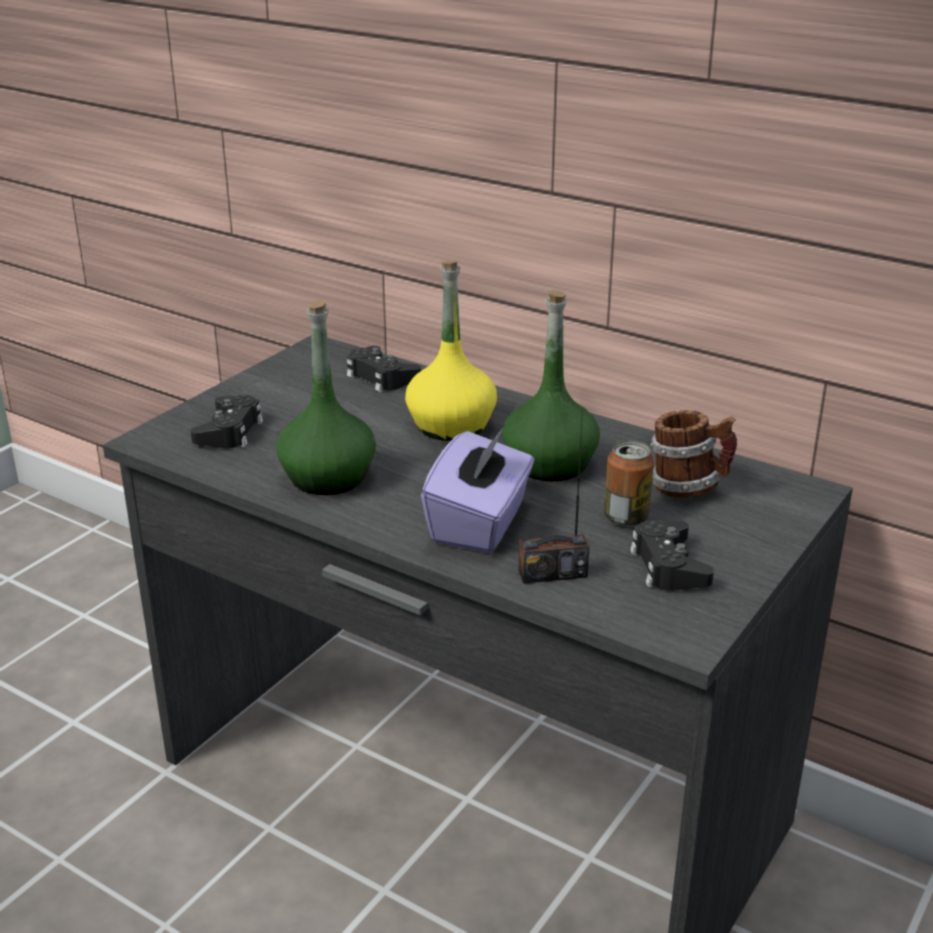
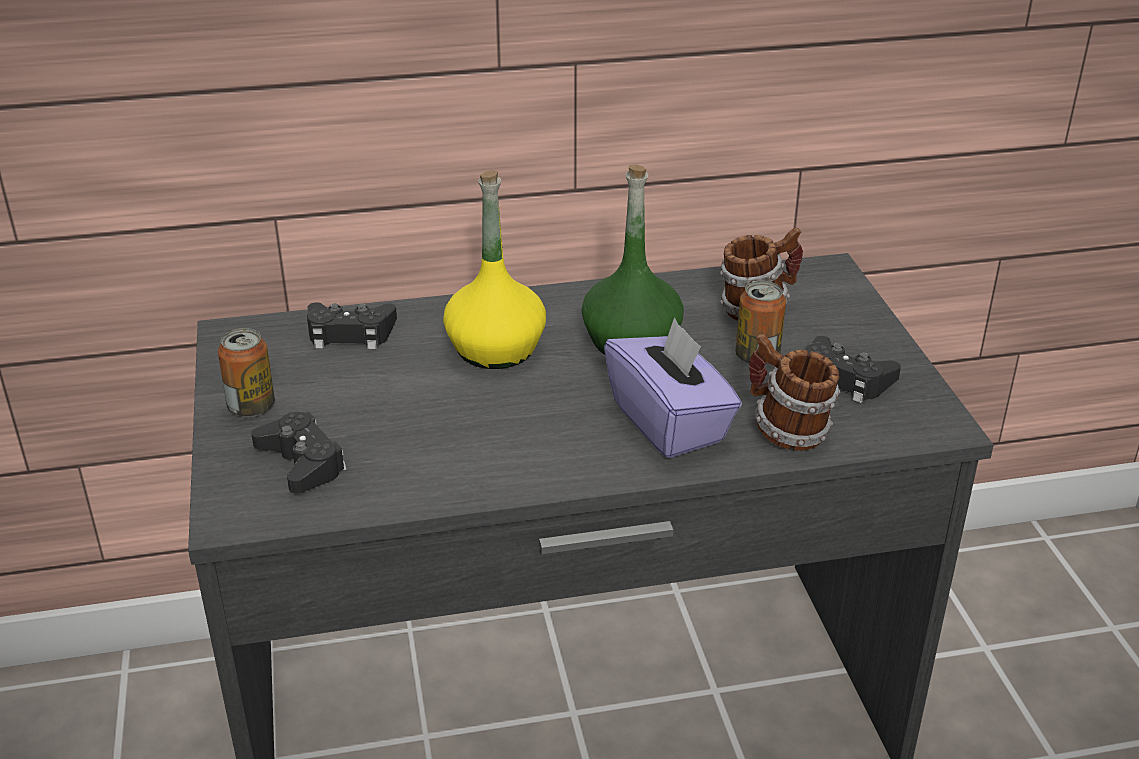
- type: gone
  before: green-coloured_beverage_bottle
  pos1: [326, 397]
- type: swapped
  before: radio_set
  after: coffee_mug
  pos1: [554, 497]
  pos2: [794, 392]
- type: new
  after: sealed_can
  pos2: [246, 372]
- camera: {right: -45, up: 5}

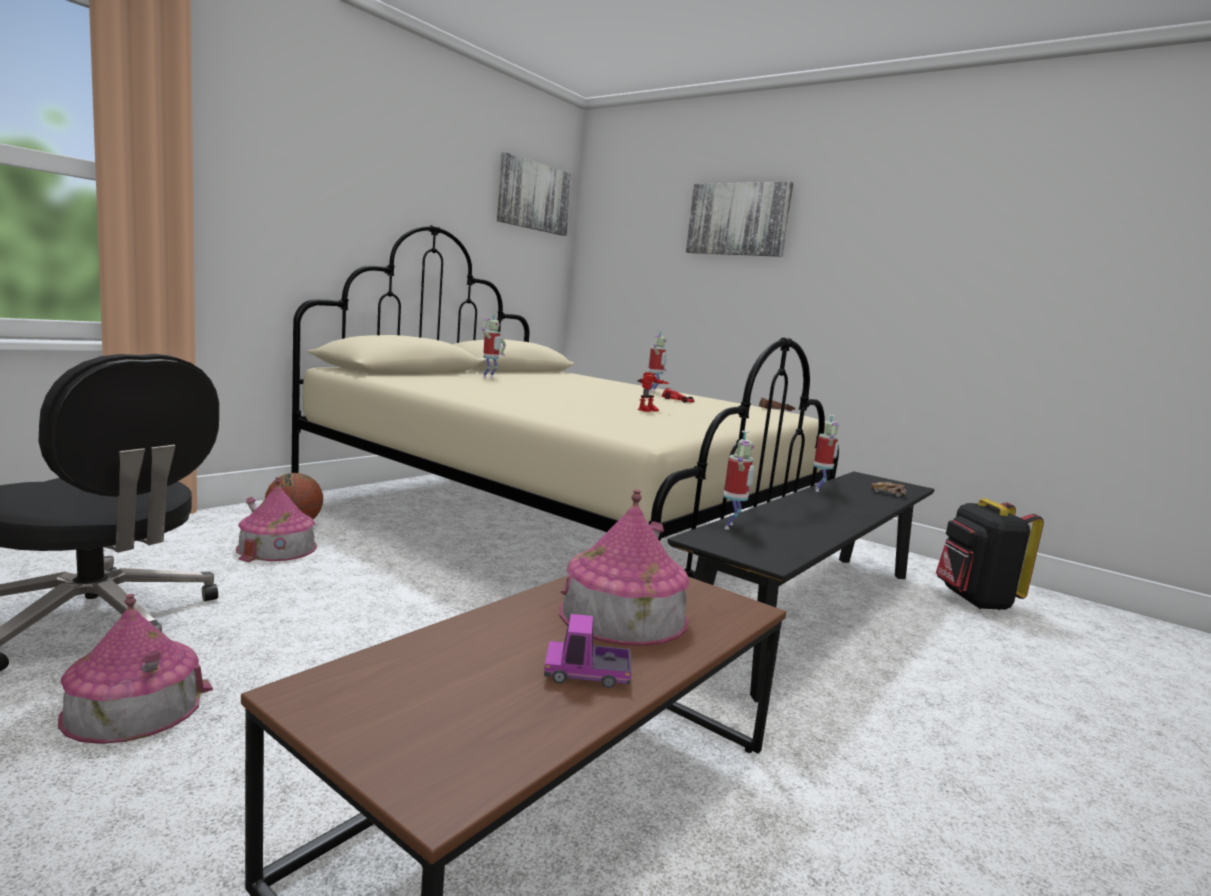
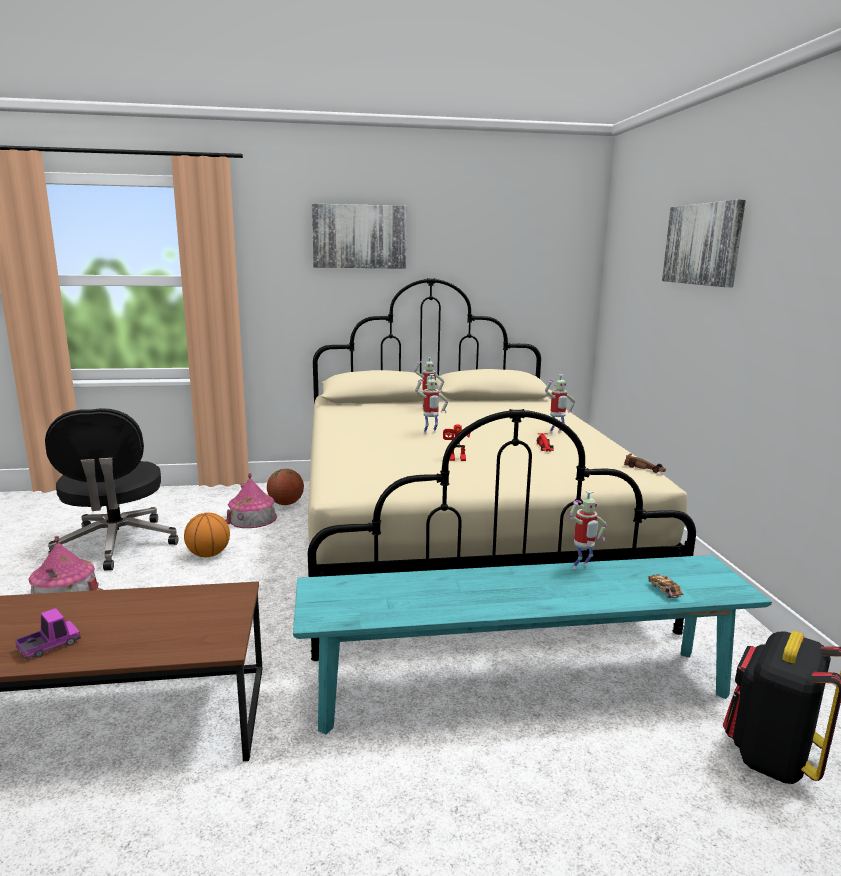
- type: shifted
  before: picture
  pos1: [534, 194]
  pos2: [359, 236]
- type: shifted
  before: model_robot
  pos1: [739, 480]
  pos2: [431, 404]
- type: repainted
  before: black-coloured_bench
  after: turquoise-coloured_bench
  pos1: [801, 587]
  pos2: [532, 645]
- type: gone
  before: model_house
  pos1: [624, 567]
- type: rotated
  before: model_truck
  pos1: [587, 651]
  pos2: [48, 633]
  turn: 90
- type: new
  after: ball_for_basketball
  pos2: [207, 534]
- camera: {right: 45, up: 5}

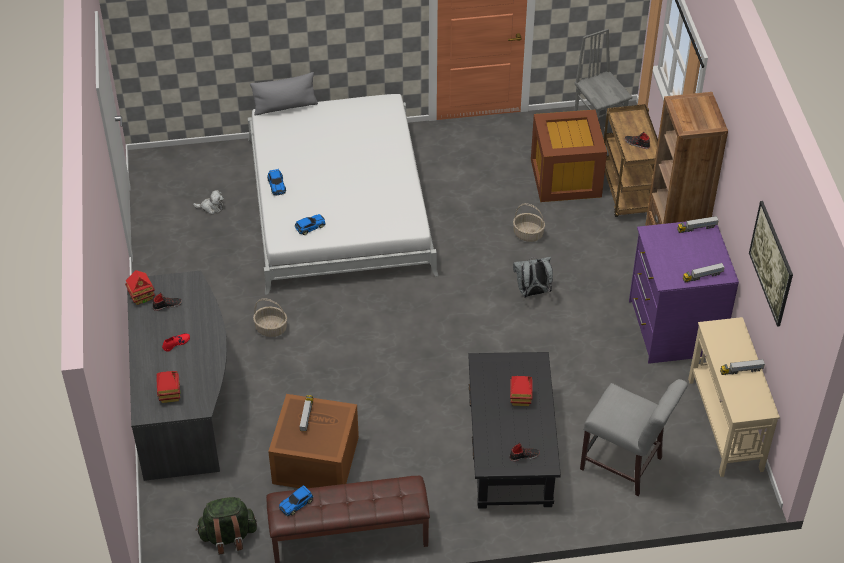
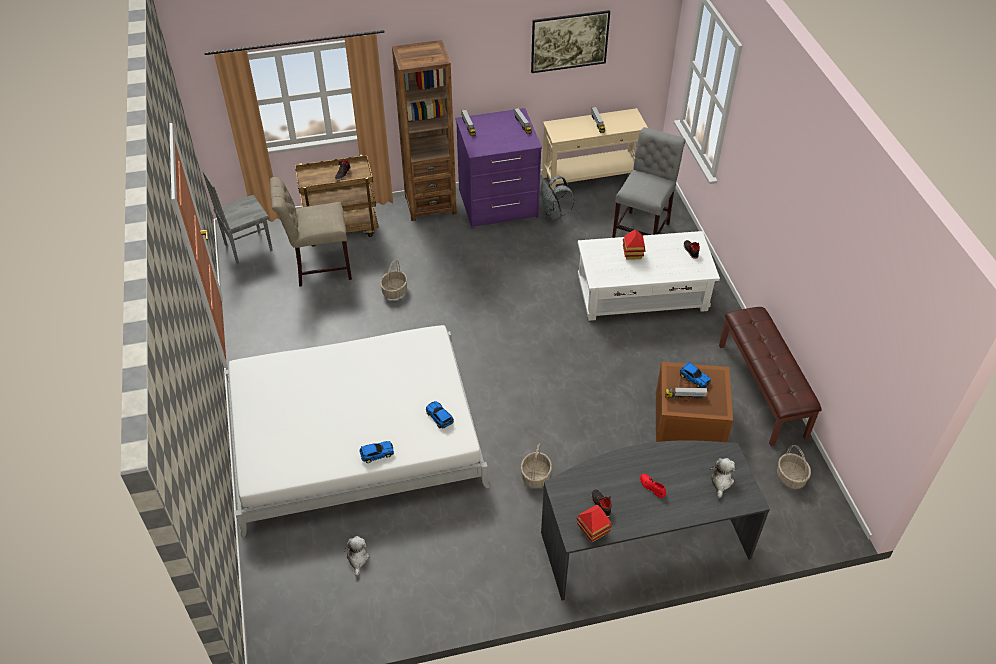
- type: gone
  before: gray_cushion
  pos1: [284, 93]
- type: swapped
  before: brown-coloured_storage_container
  after: sand-coloured_plain_chair
  pos1: [569, 156]
  pos2: [311, 232]
- type: shifted
  before: gray_backpack
  pos1: [533, 277]
  pos2: [557, 198]
- type: repainted
  before: black-coloured_lounge_table
  after: white-coloured_lounge_table
  pos1: [514, 430]
  pos2: [649, 276]
- type: swapped
  before: model_house
  after: cuddly_toy
  pos1: [168, 387]
  pos2: [722, 478]
- type: shifted
  before: model_car
  pos1: [296, 501]
  pos2: [695, 374]
- type: swapped
  before: green-coloured_backpack
  after: basket
  pos1: [226, 525]
  pos2: [794, 467]
- camera: {right: -95, up: 0}

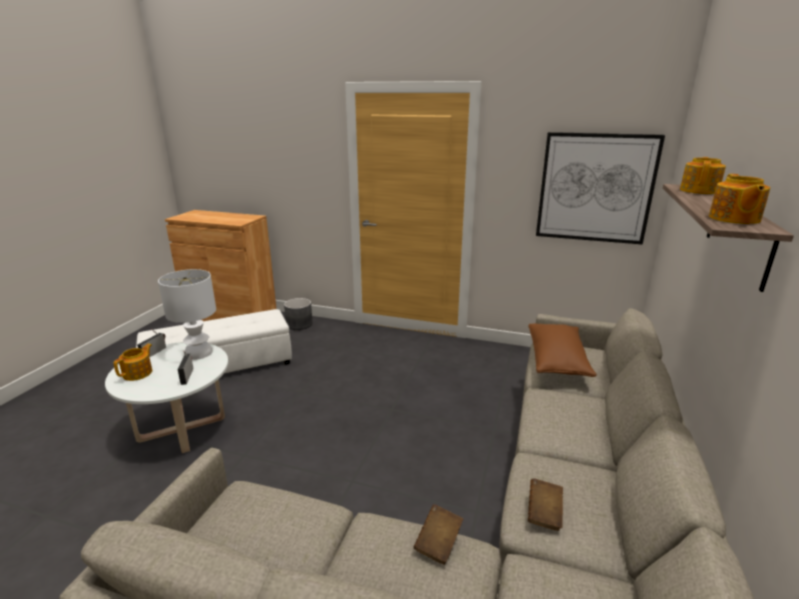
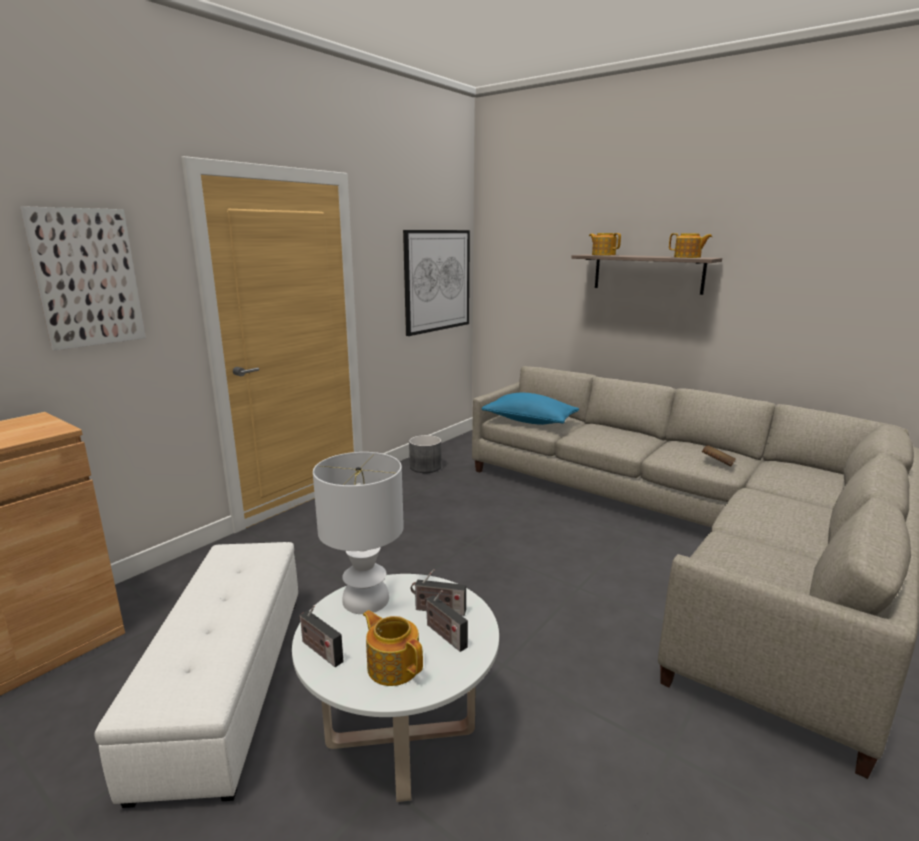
- type: shifted
  before: gray_plant_pot
  pos1: [298, 314]
  pos2: [425, 454]
- type: repainted
  before: brown-coloured_cushion
  after: blue_cushion
  pos1: [562, 350]
  pos2: [530, 409]
- type: gone
  before: brown-coloured_bound_book
  pos1: [438, 534]
- type: new
  after: picture
  pos2: [83, 278]
- type: new
  after: radio_set
  pos2: [446, 621]
- camera: {right: -70, up: -5}

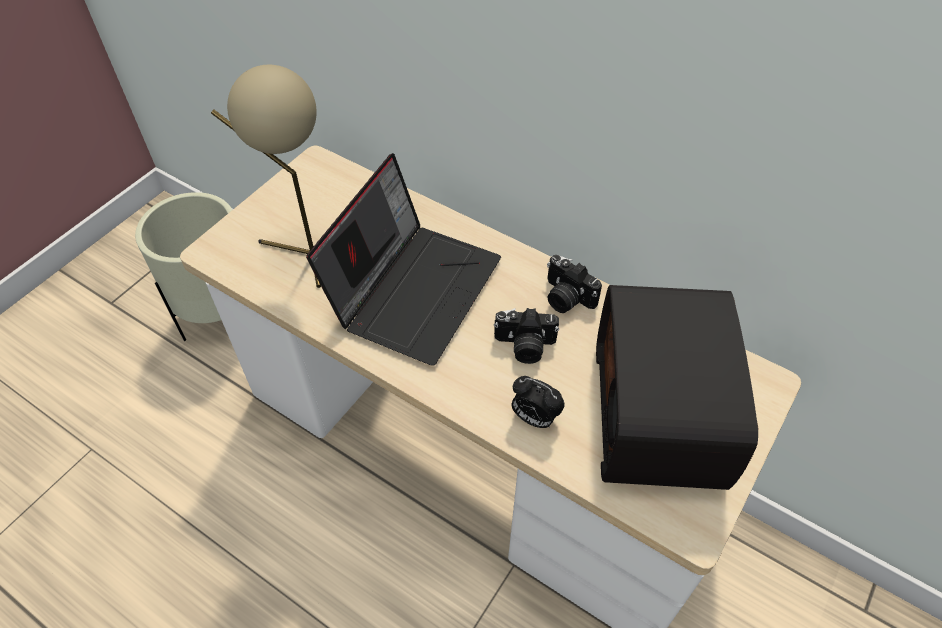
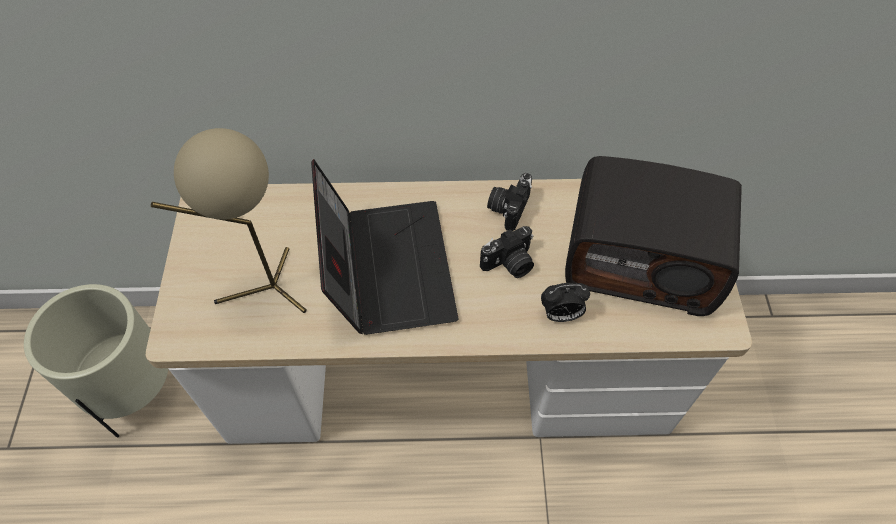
- type: rotated
  before: photo_camera
  pos1: [574, 284]
  pos2: [509, 202]
  turn: 105
- type: rotated
  before: radio_set
  pos1: [677, 387]
  pos2: [653, 236]
  turn: -45
- camera: {right: -35, up: 5}

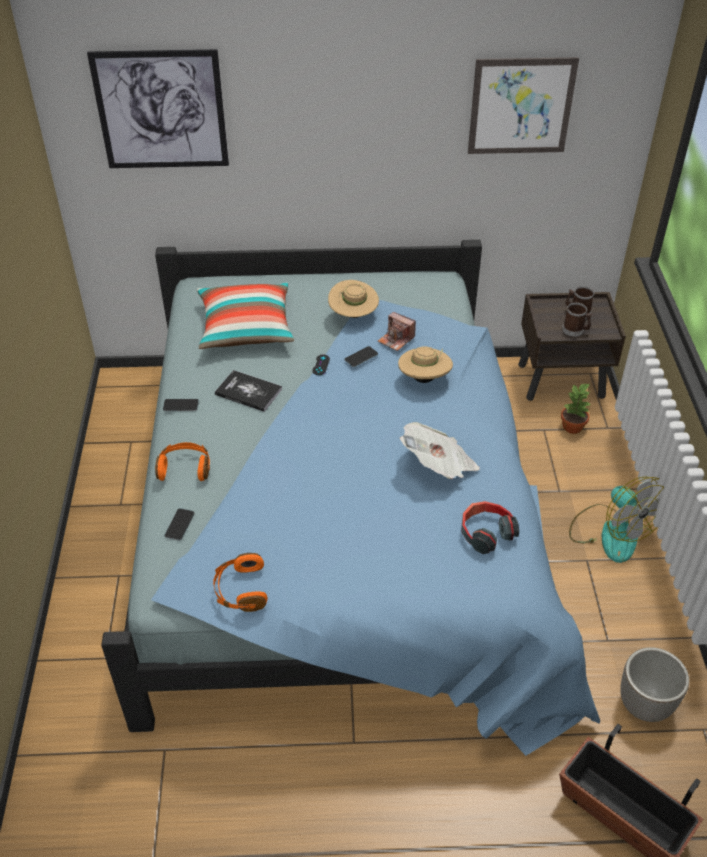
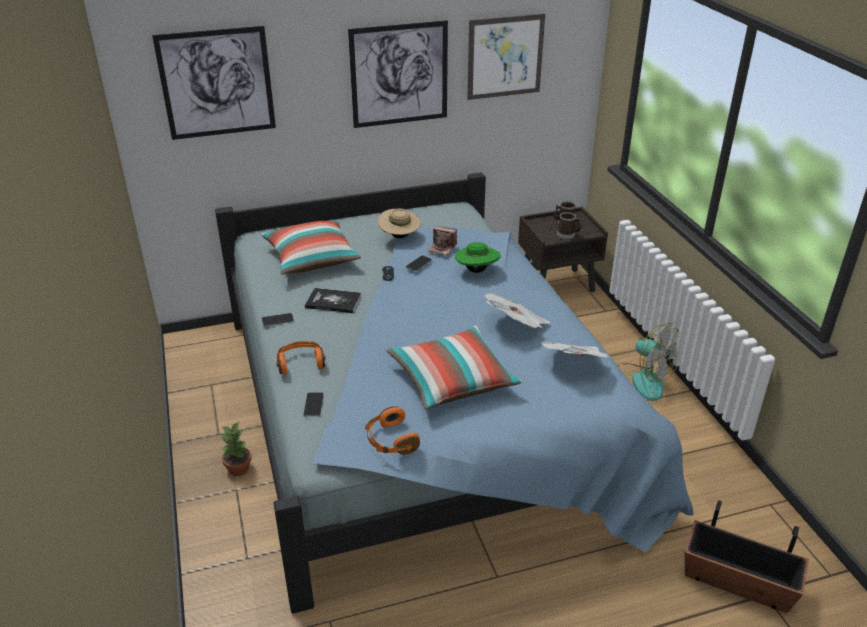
- type: repainted
  before: sand-coloured_clothing_hat
  after: green-coloured_clothing_hat
  pos1: [425, 365]
  pos2: [478, 257]
- type: shifted
  before: plant_in_a_pot
  pos1: [575, 408]
  pos2: [236, 448]
- type: swapped
  before: pair_of_headphones
  after: newspaper
  pos1: [490, 527]
  pos2: [575, 349]
- type: gone
  before: plant_pot
  pos1: [654, 684]
- type: new
  after: picture
  pos2: [398, 74]
- type: new
  after: cushion
  pos2: [454, 368]
- camera: {right: -15, up: -10}

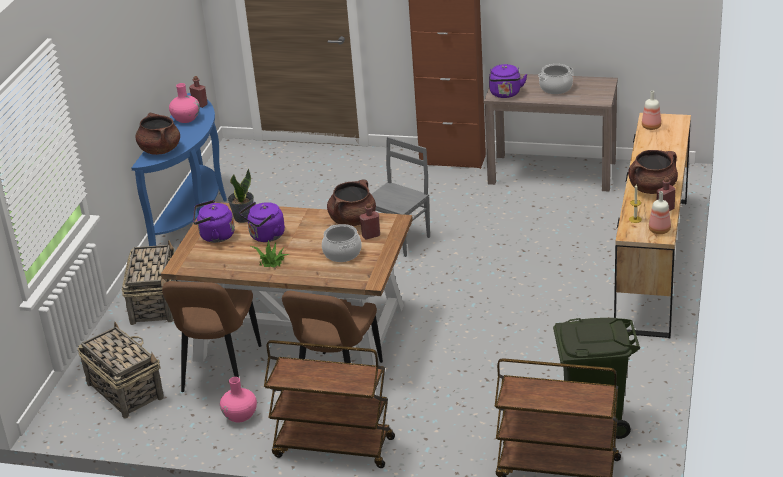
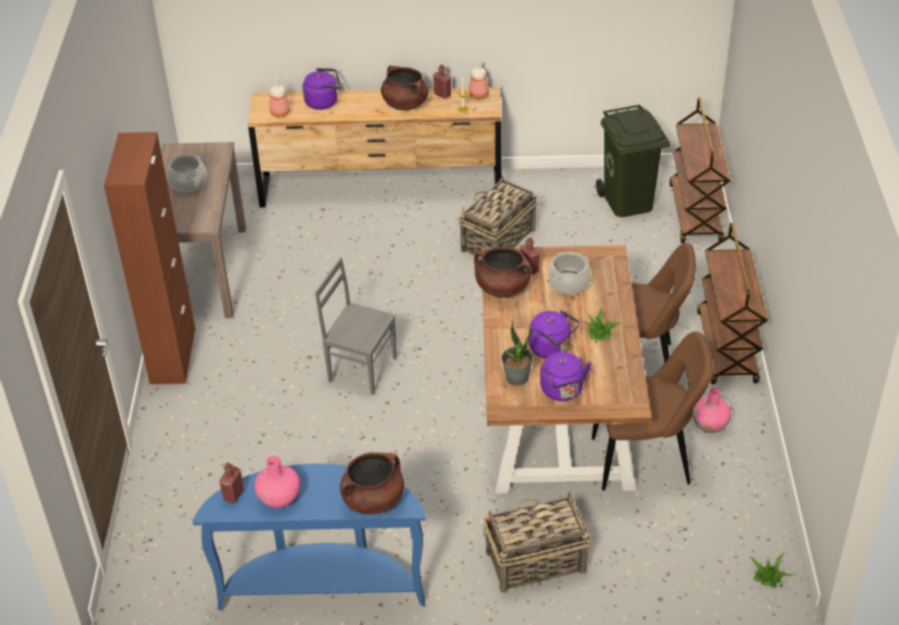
- type: shifted
  before: purple-coloured_tea_kettle
  pos1: [508, 81]
  pos2: [321, 89]
- type: shifted
  before: basket
  pos1: [121, 370]
  pos2: [498, 217]
- type: new
  after: plant_in_a_pot
  pos2: [772, 570]
- camera: {right: -105, up: 10}

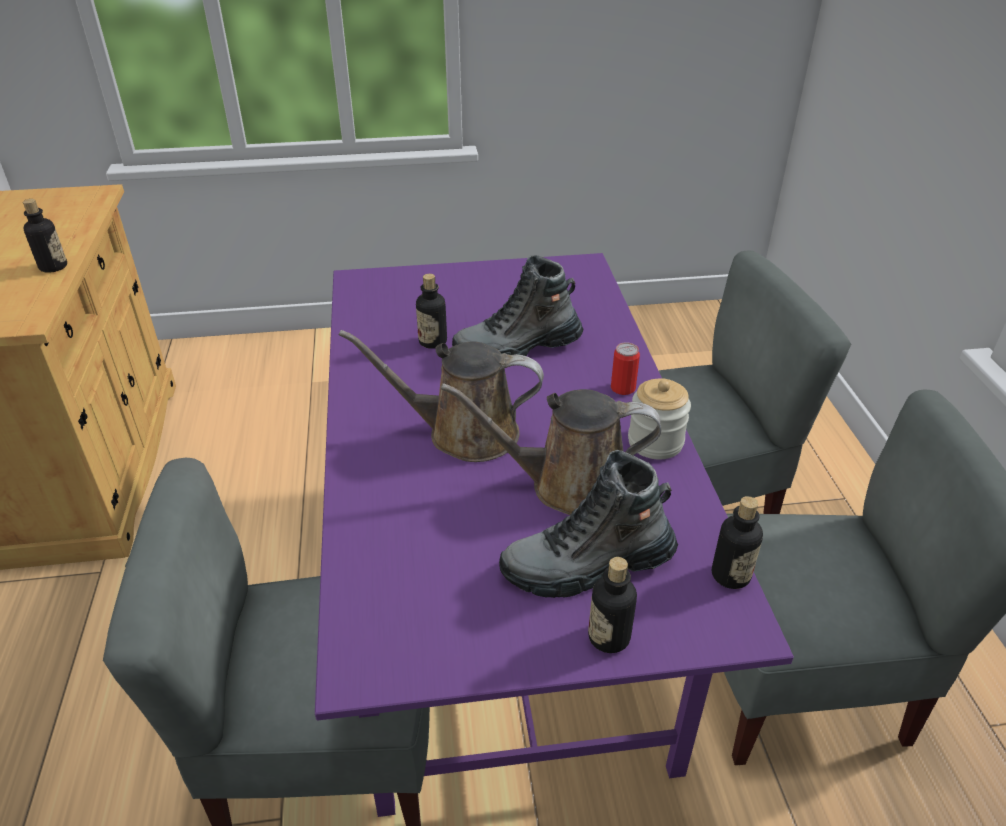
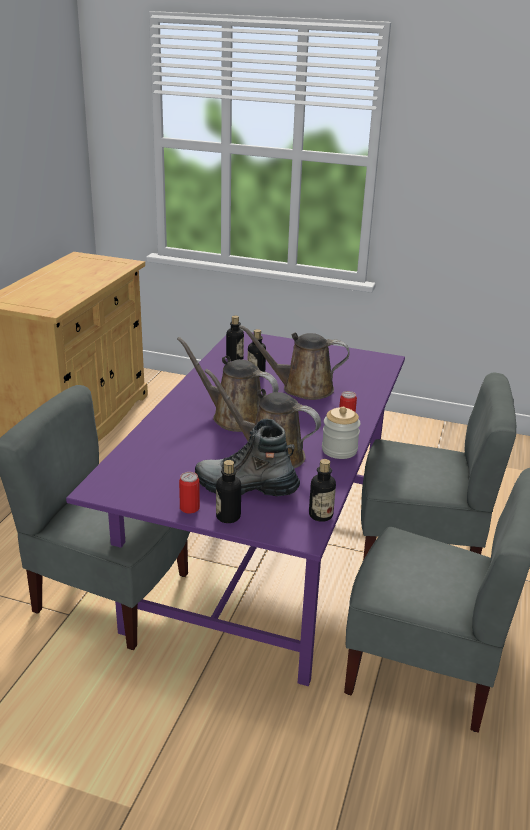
- type: shifted
  before: beverage_bottle
  pos1: [45, 236]
  pos2: [235, 338]
- type: swapped
  before: tall_boot
  after: brown-coloured_watering_can
  pos1: [518, 305]
  pos2: [294, 362]
- type: new
  after: sealed_can
  pos2: [189, 492]
- camera: {right: 25, up: -10}

